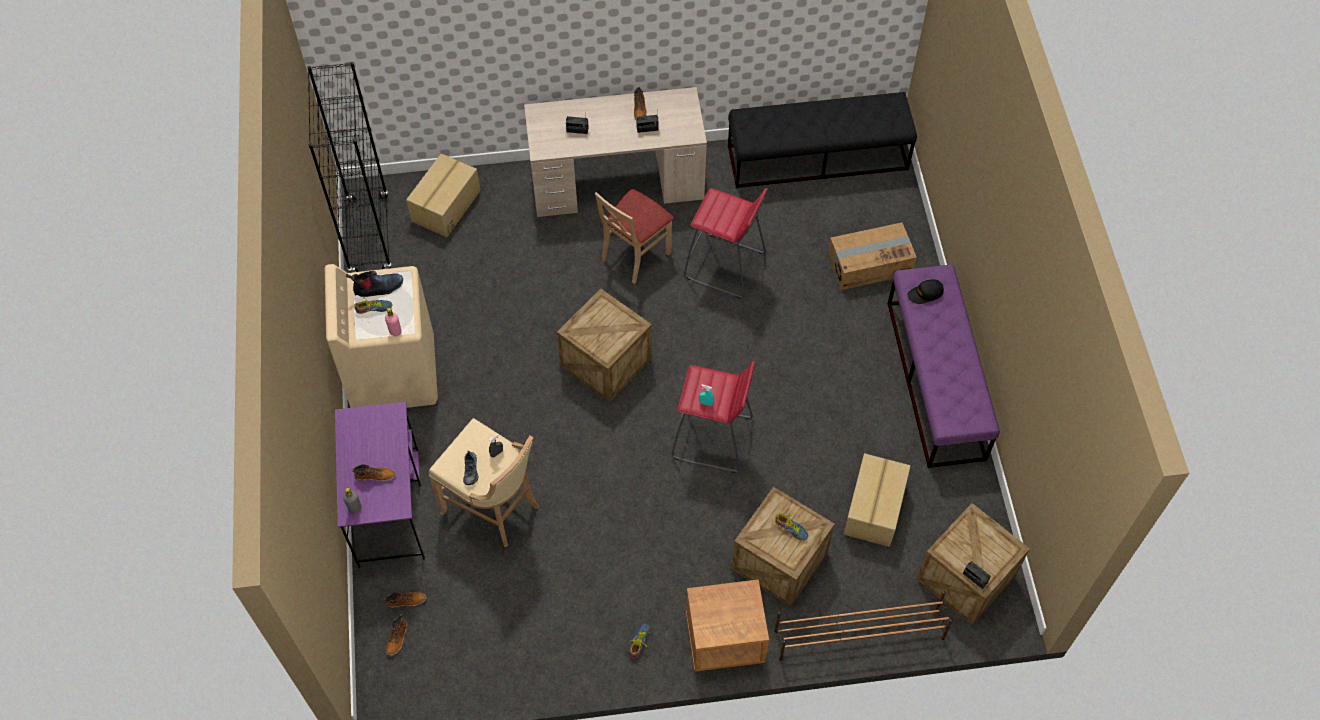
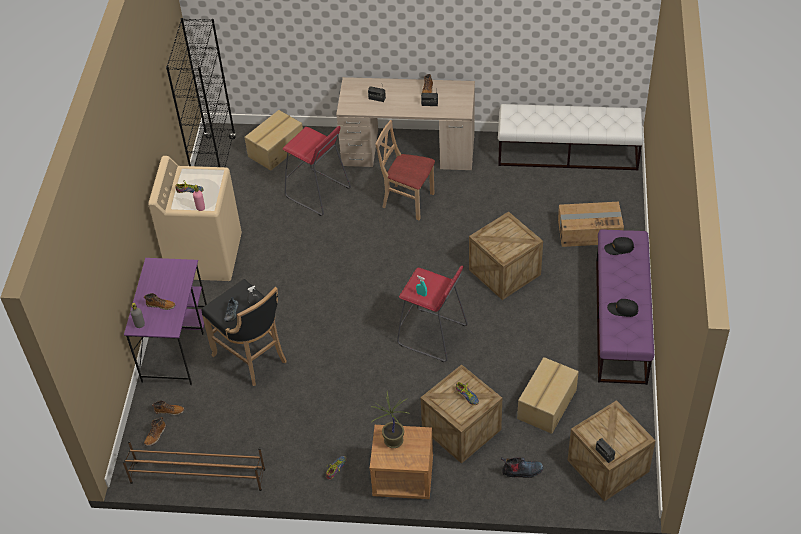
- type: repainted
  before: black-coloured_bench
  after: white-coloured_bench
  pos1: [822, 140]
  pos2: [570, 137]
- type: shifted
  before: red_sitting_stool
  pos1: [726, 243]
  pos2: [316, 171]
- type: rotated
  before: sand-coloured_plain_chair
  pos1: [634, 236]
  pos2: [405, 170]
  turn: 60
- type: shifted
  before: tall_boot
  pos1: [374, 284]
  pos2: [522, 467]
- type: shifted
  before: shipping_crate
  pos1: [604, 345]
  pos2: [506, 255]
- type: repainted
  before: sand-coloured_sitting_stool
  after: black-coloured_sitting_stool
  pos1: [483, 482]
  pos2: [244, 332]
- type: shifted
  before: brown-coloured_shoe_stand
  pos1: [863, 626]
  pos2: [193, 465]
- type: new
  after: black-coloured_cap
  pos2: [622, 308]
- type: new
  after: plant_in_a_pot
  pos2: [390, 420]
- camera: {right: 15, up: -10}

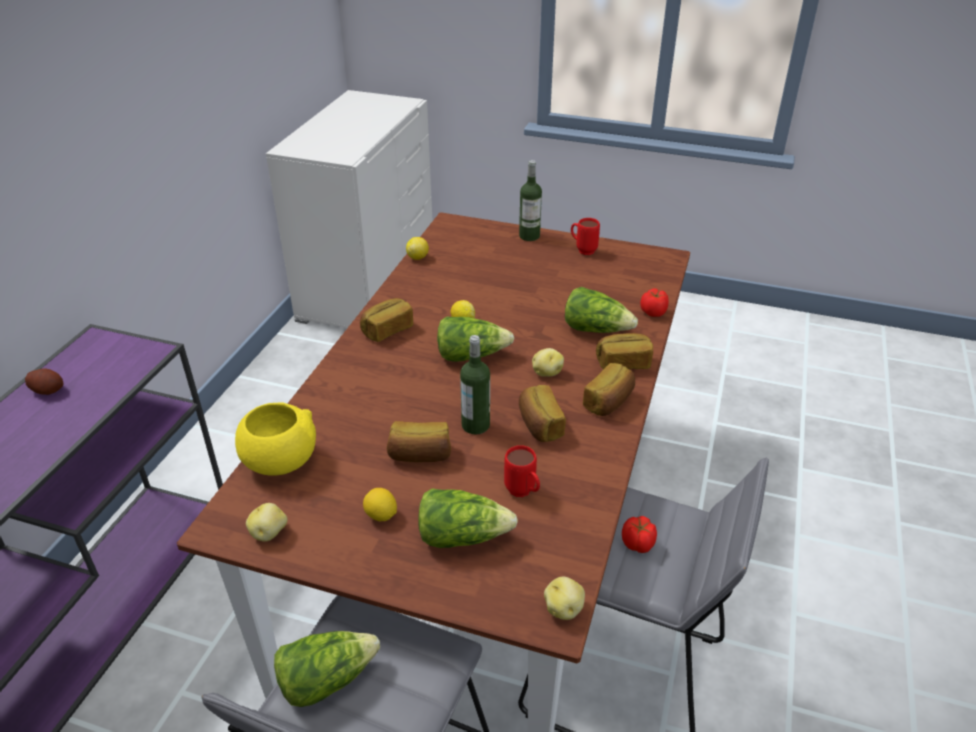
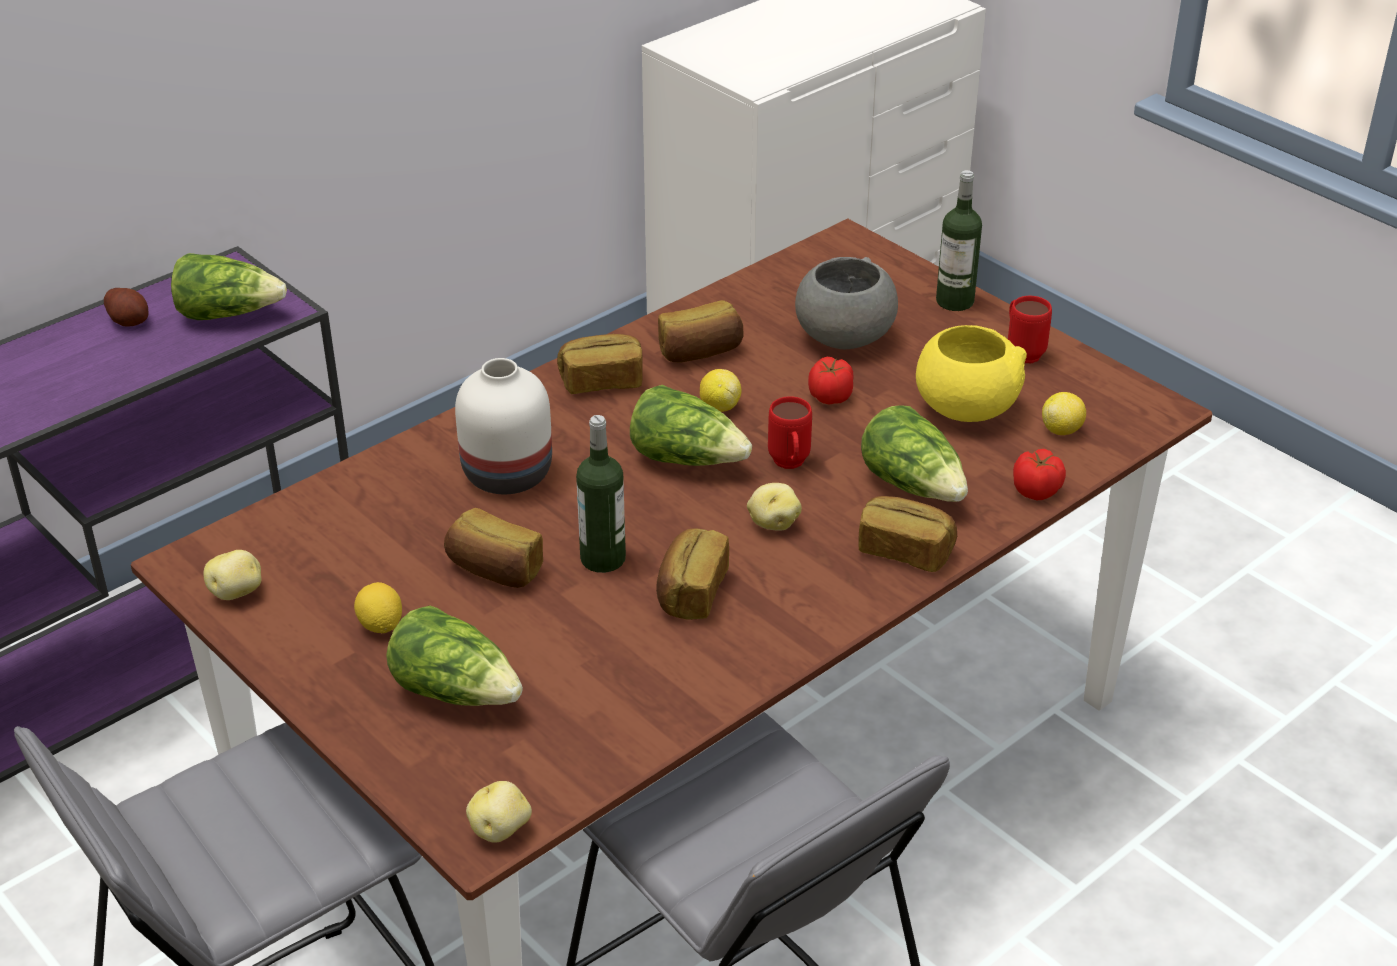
- type: shifted
  before: citrus_fruit
  pos1: [417, 248]
  pos2: [1064, 413]
- type: shifted
  before: bread
  pos1: [609, 389]
  pos2: [700, 331]
- type: shifted
  before: yellow_bowl
  pos1: [275, 439]
  pos2: [971, 373]
- type: shifted
  before: red_coffee_mug
  pos1: [522, 471]
  pos2: [790, 432]
- type: shifted
  before: fresh_tomato
  pos1: [639, 534]
  pos2: [831, 381]
- type: shifted
  before: lettuce_head
  pos1: [327, 669]
  pos2: [229, 286]
- type: new
  after: gray_bowl
  pos2: [846, 303]
- type: new
  after: white-coloured_vase
  pos2: [503, 426]
- camera: {right: 30, up: 0}

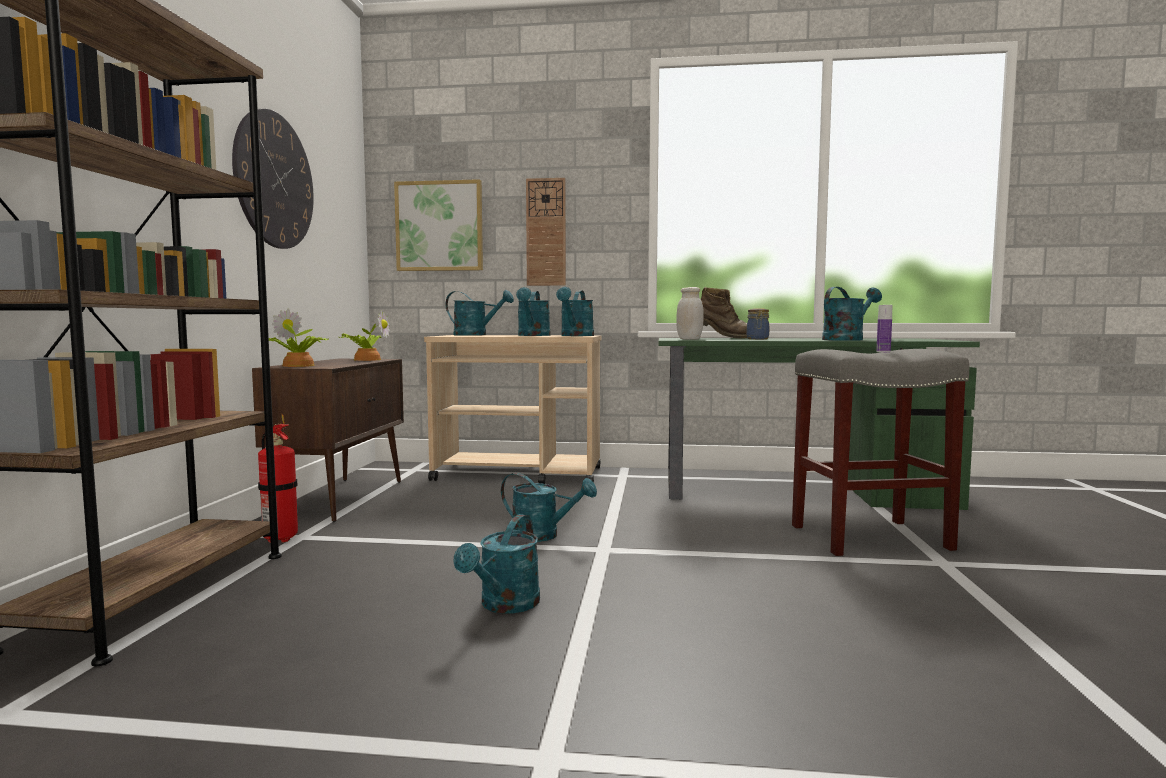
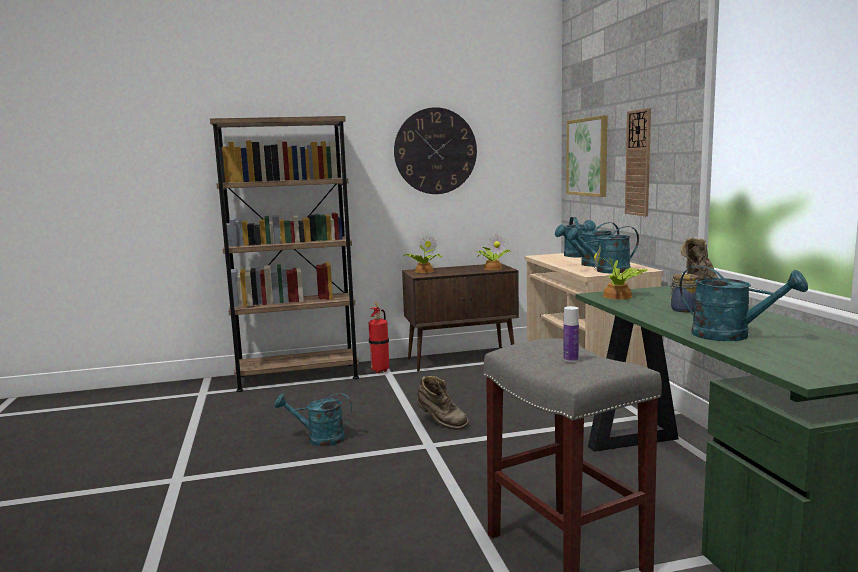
- type: swapped
  before: white-coloured_jar
  after: plant_in_a_pot
  pos1: [690, 313]
  pos2: [621, 272]
- type: swapped
  before: turquoise-coloured_watering_can
  after: brown-coloured_tall_boot
  pos1: [549, 507]
  pos2: [443, 403]
- camera: {right: 70, up: 5}

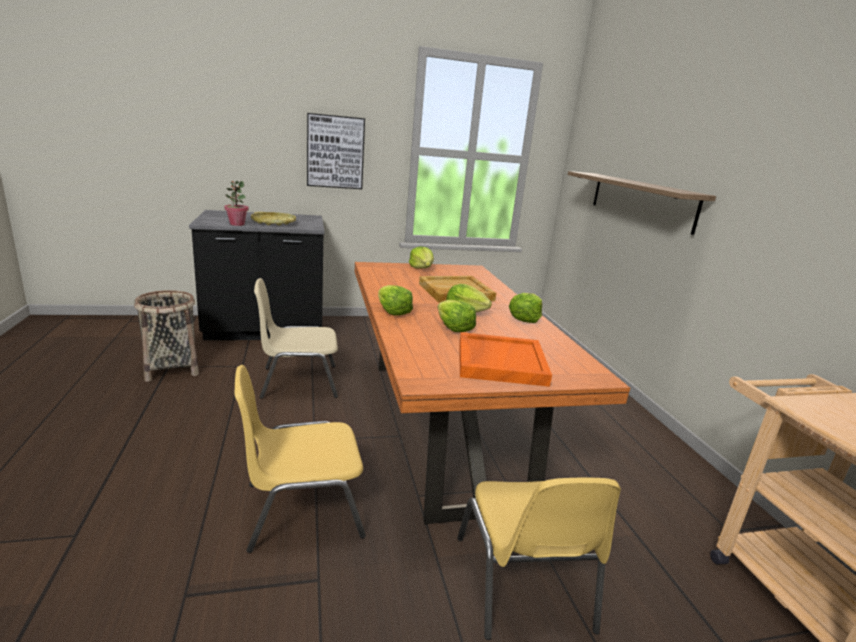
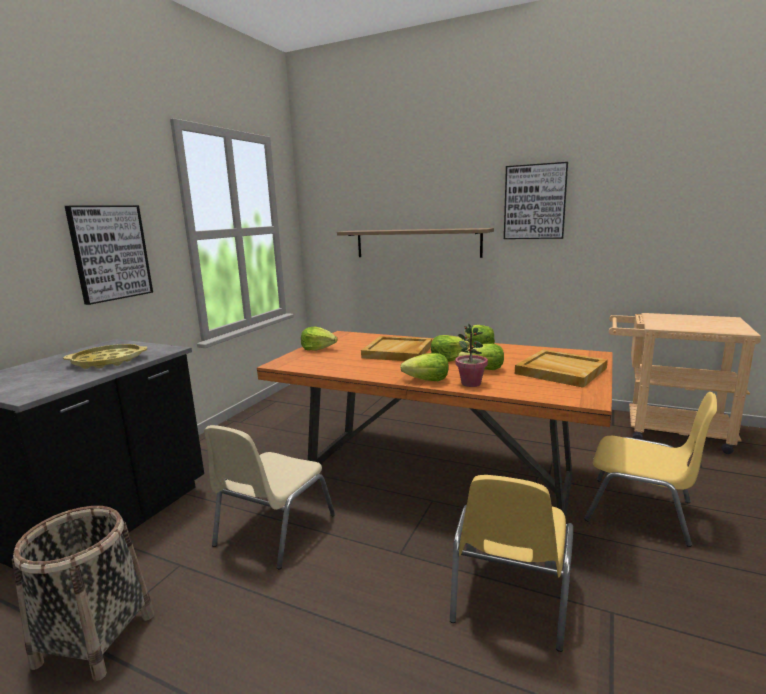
- type: shifted
  before: plant_in_a_pot
  pos1: [236, 203]
  pos2: [471, 355]
- type: repainted
  before: orange-coloured_tray
  after: sand-coloured_tray
  pos1: [505, 359]
  pos2: [561, 368]
- type: new
  after: picture
  pos2: [536, 200]
- camera: {right: -50, up: -5}

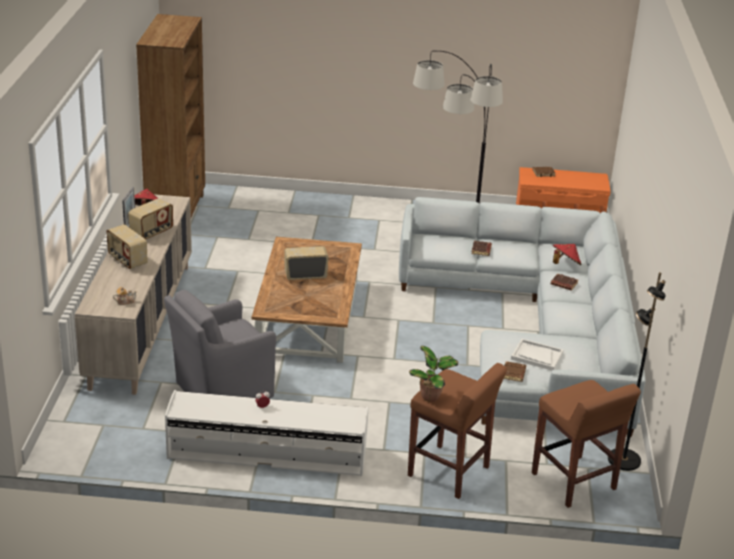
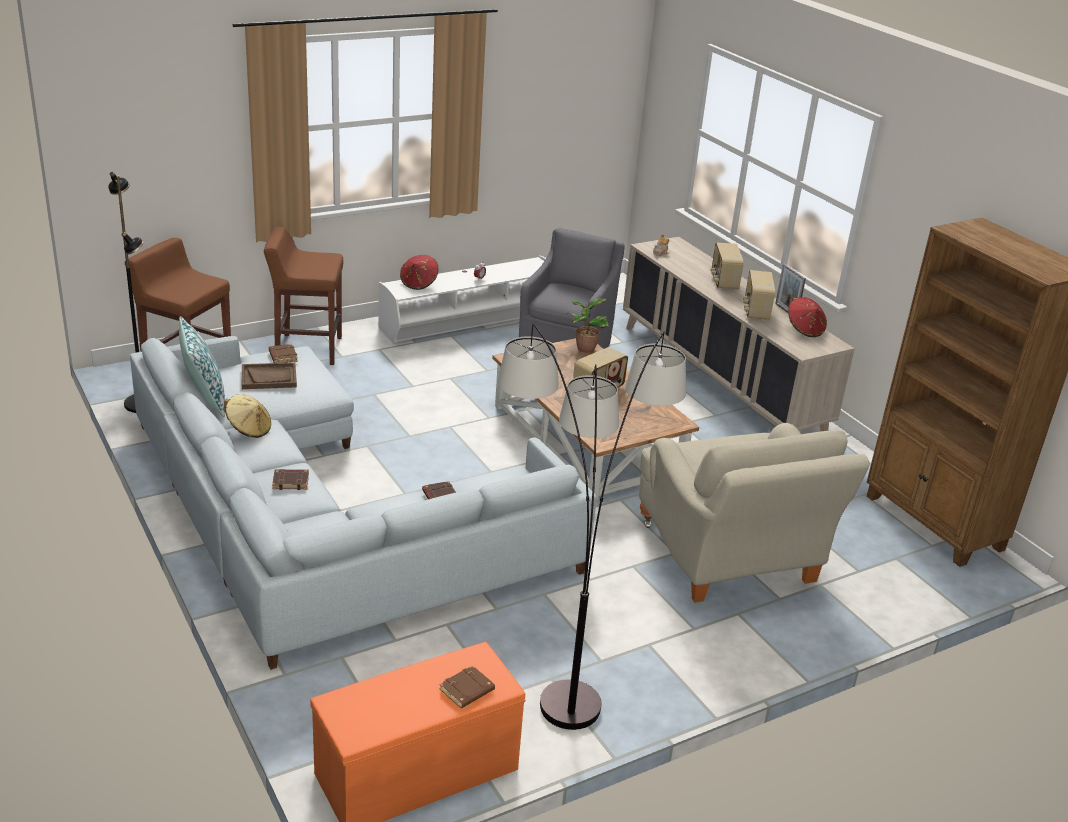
- type: rotated
  before: radio_set
  pos1: [127, 246]
  pos2: [727, 266]
  turn: -105
- type: shifted
  before: red_clothing_hat
  pos1: [567, 254]
  pos2: [419, 272]
- type: repainted
  before: white-coloured_tray
  after: brown-coloured_tray
  pos1: [537, 354]
  pos2: [269, 375]
- type: shifted
  before: plant_in_a_pot
  pos1: [433, 374]
  pos2: [588, 325]
- type: new
  after: cushion
  pos2: [202, 366]
- type: new
  after: sand-coloured_clothing_hat
  pos2: [247, 416]
- type: new
  after: sand-coloured_armchair
  pos2: [754, 513]
- camera: {right: 145, up: 0}

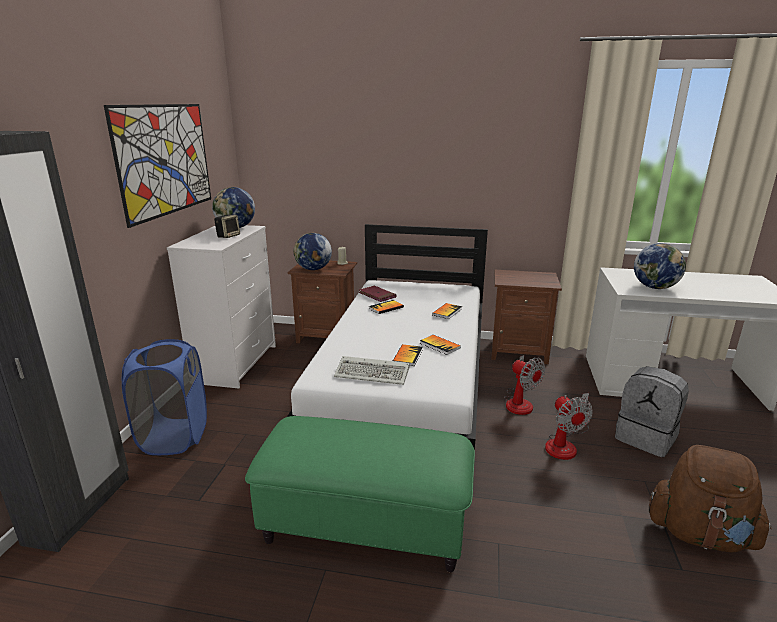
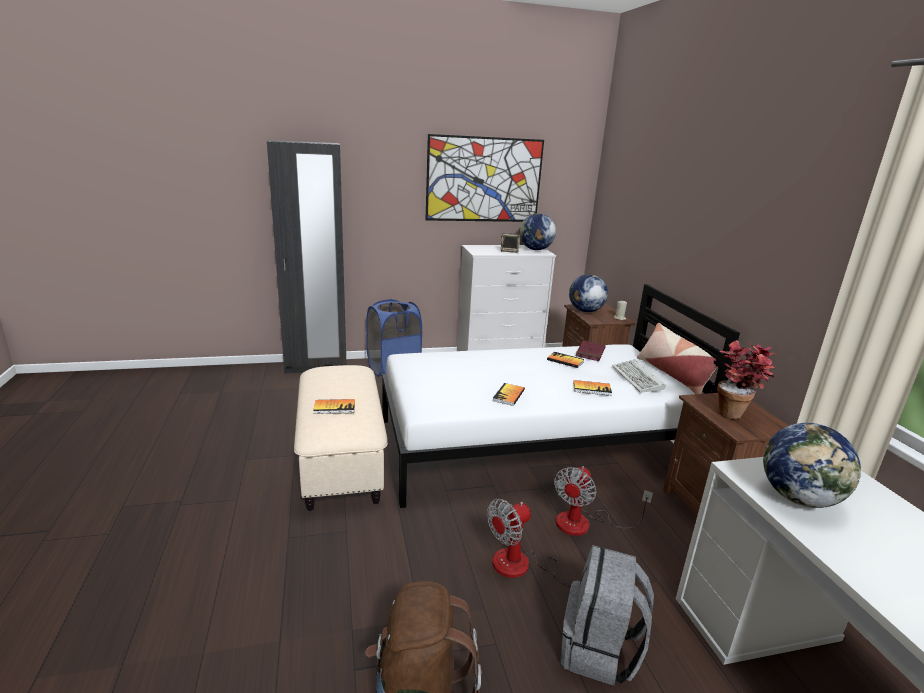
- type: shifted
  before: bound_book
  pos1: [408, 355]
  pos2: [334, 406]
- type: shifted
  before: PC_keyboard
  pos1: [371, 370]
  pos2: [639, 376]
- type: repainted
  before: green-coloured_pouffe
  after: sand-coloured_pouffe
  pos1: [360, 494]
  pos2: [340, 438]
- type: new
  after: cushion
  pos2: [677, 358]
- type: new
  after: plant_in_a_pot
  pos2: [746, 380]
- camera: {right: 65, up: 0}

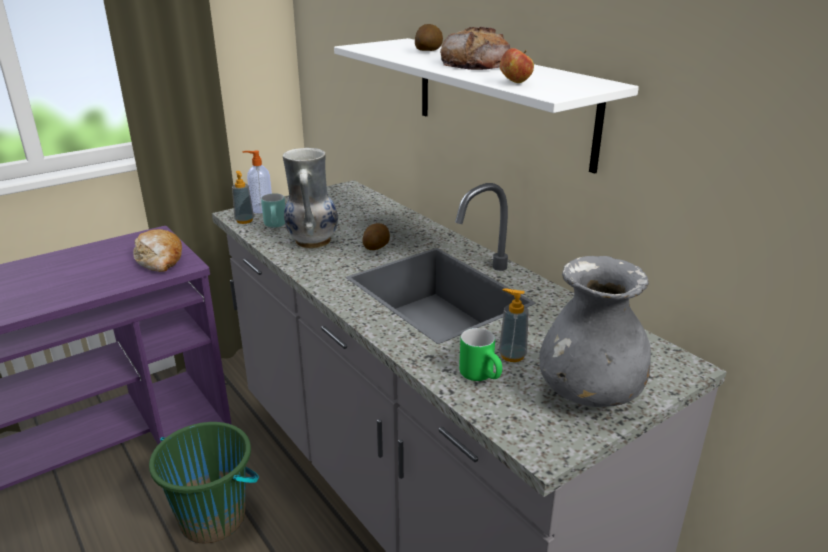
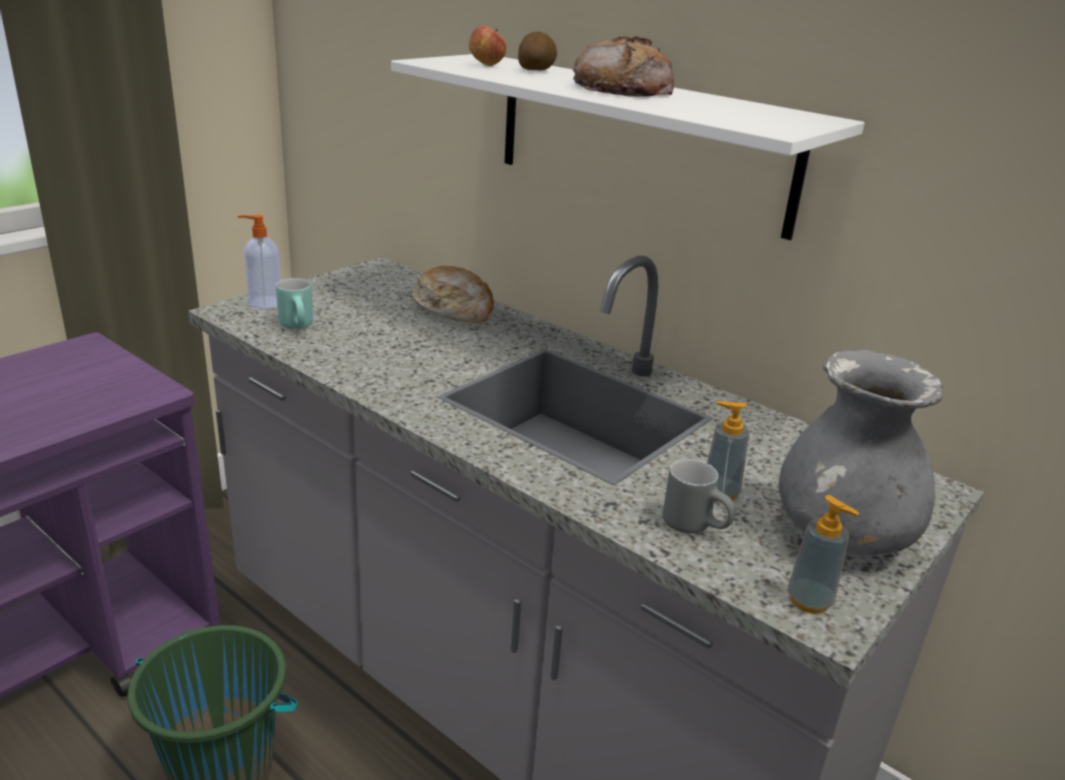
- type: shifted
  before: apple
  pos1: [517, 65]
  pos2: [488, 45]
- type: gone
  before: vase
  pos1: [310, 198]
- type: shifted
  before: soap_dispenser
  pos1: [243, 197]
  pos2: [824, 554]
- type: gone
  before: potato
  pos1: [376, 236]
- type: shifted
  before: bread
  pos1: [157, 250]
  pos2: [453, 294]
- type: repainted
  before: green-coloured_coffee_mug
  after: gray_coffee_mug
  pos1: [480, 354]
  pos2: [699, 496]
- camera: {right: -15, up: 0}

